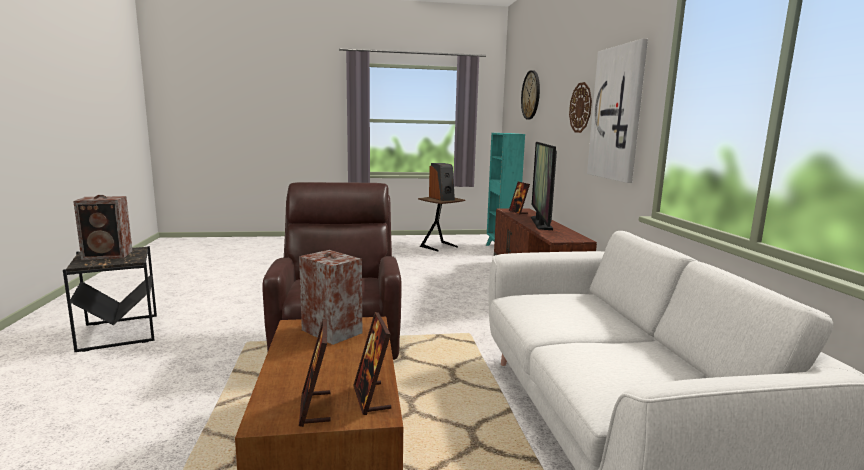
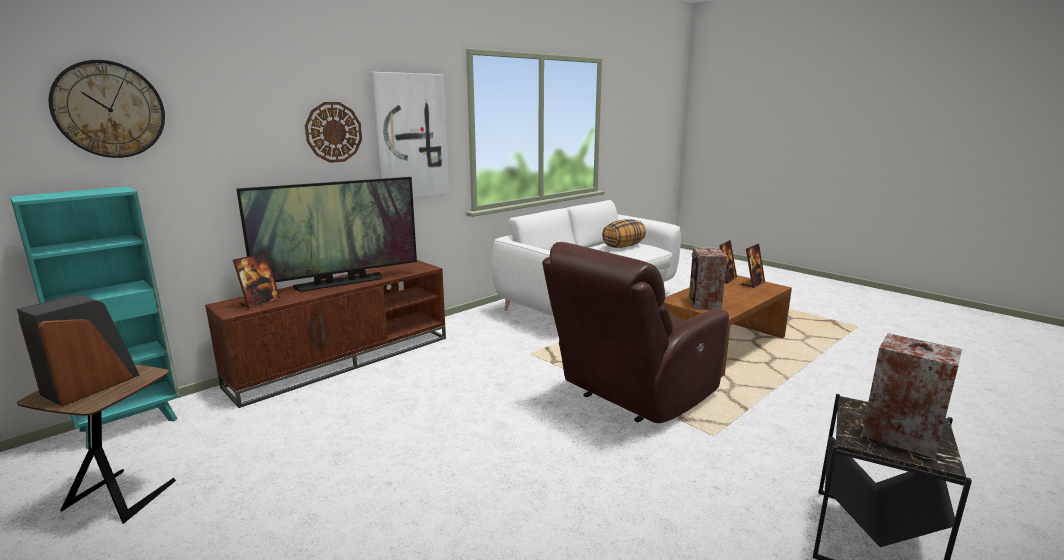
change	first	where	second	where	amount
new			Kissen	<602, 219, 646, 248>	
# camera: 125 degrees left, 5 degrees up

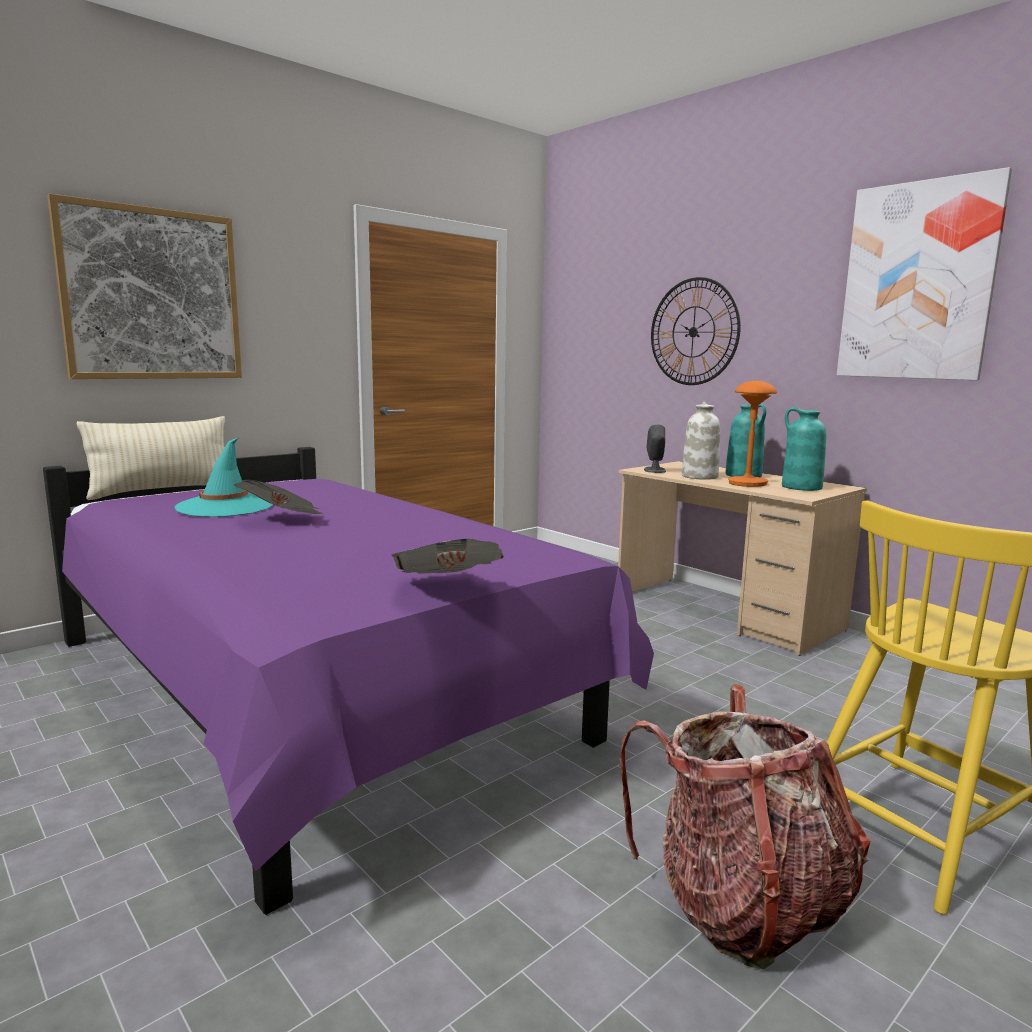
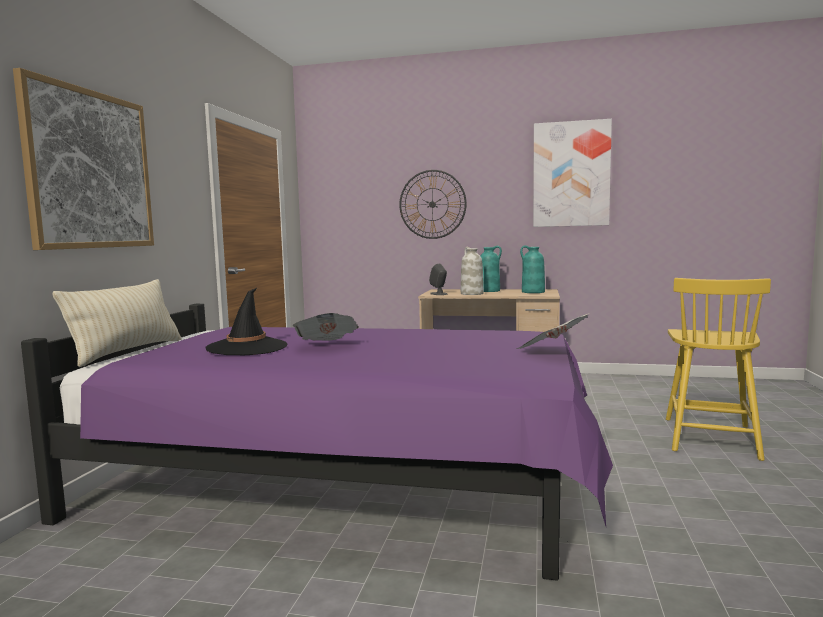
change	first	where	second	where	amount
repainted	Hut (türkis)	<175, 438, 273, 517>	Hut (schwarz)	<206, 287, 287, 355>	
gone	Rucksack	<620, 684, 870, 970>			
gone	Tischlampe (orange)	<728, 381, 777, 487>			
# camera: 35 degrees left, 5 degrees down

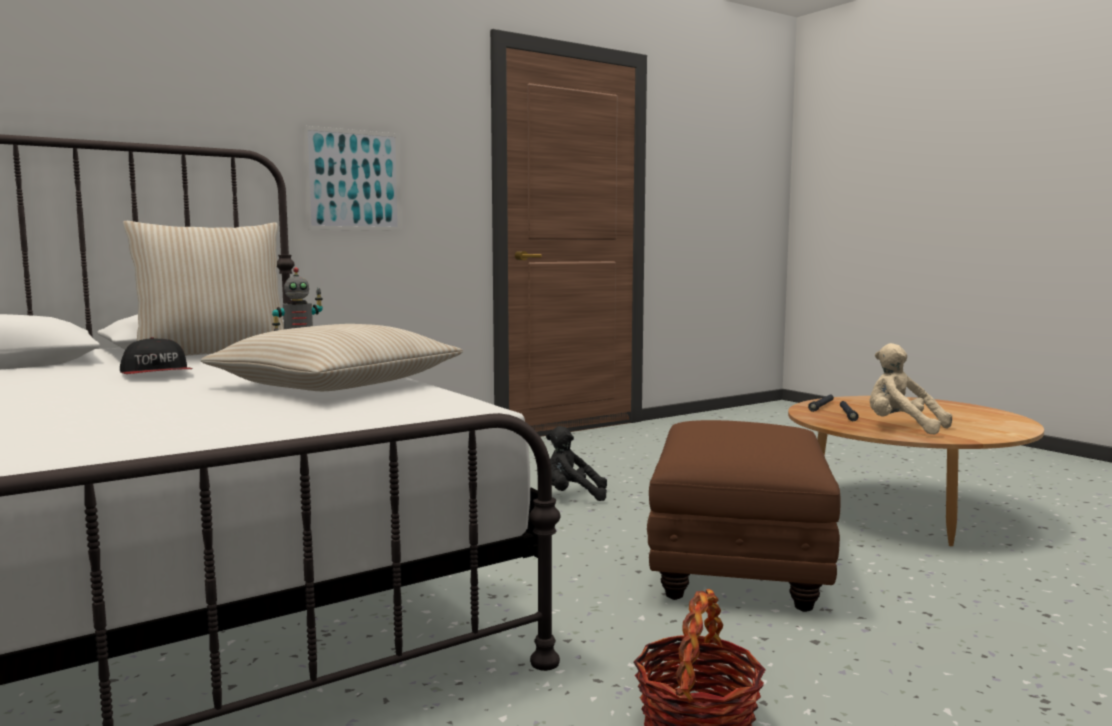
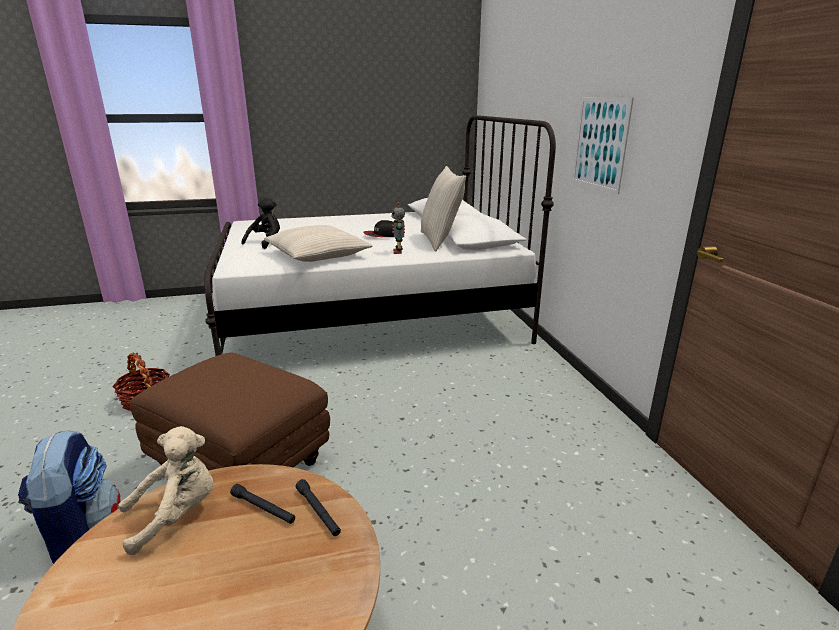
change	first	where	second	where	amount
new			Rucksack	<18, 431, 121, 564>	
shifted	Plüschtier (schwarz)	<546, 426, 607, 501>		<241, 198, 280, 249>	
# camera: 110 degrees right, 15 degrees up

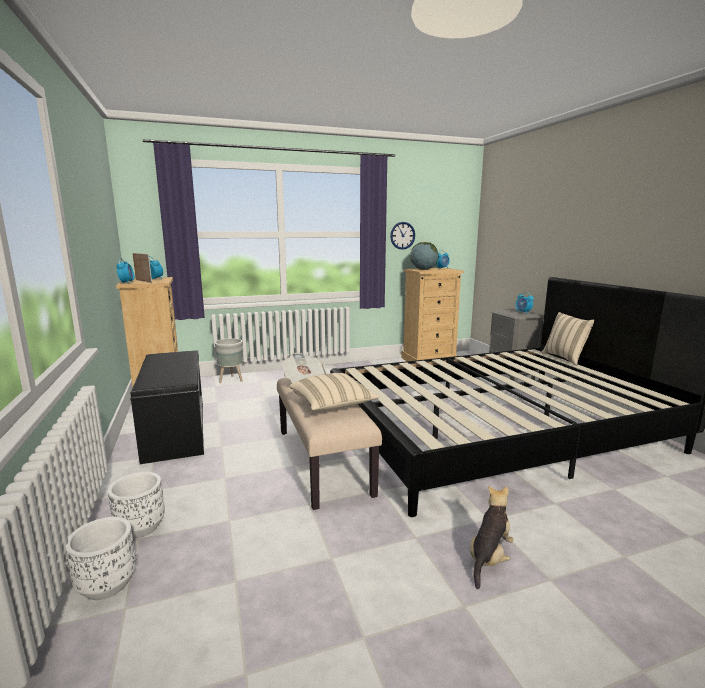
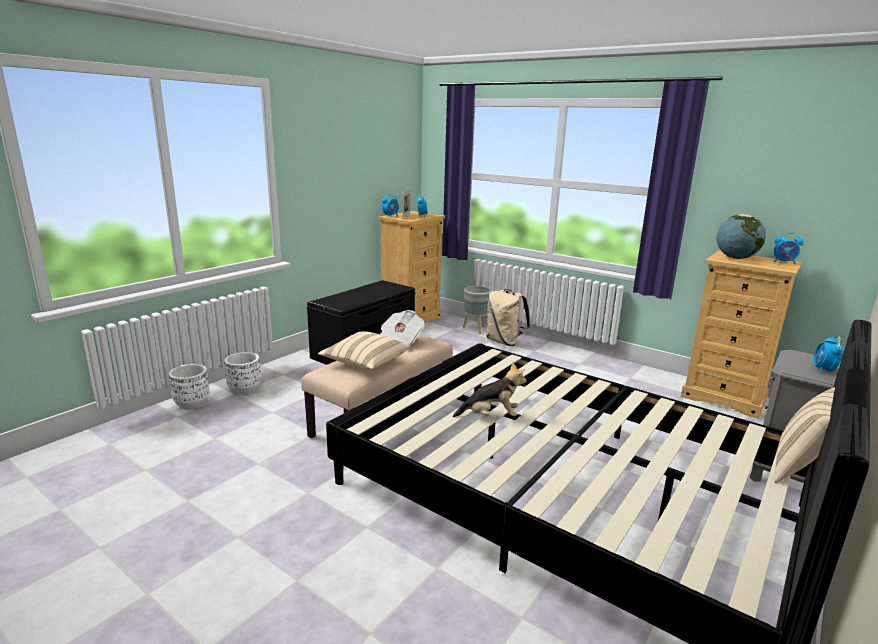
change	first	where	second	where	amount
shifted	Plüschtier	<470, 486, 514, 589>		<453, 362, 527, 417>	
new			Rucksack (beige)	<486, 289, 531, 346>	
gone	Wanduhr	<390, 222, 415, 250>			
# camera: 55 degrees right, 5 degrees up

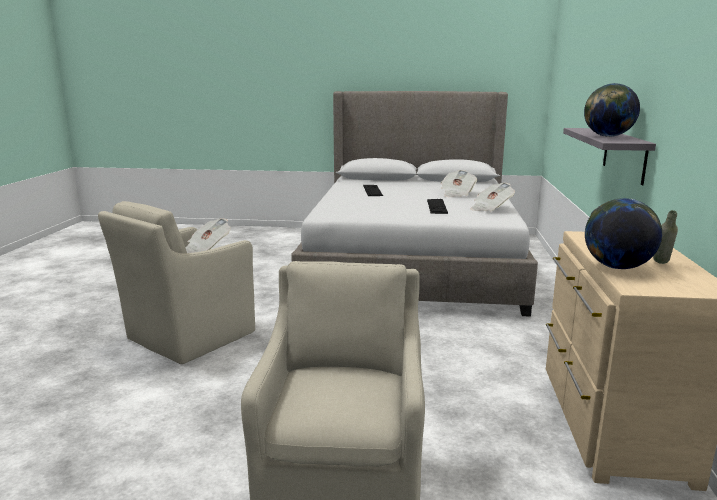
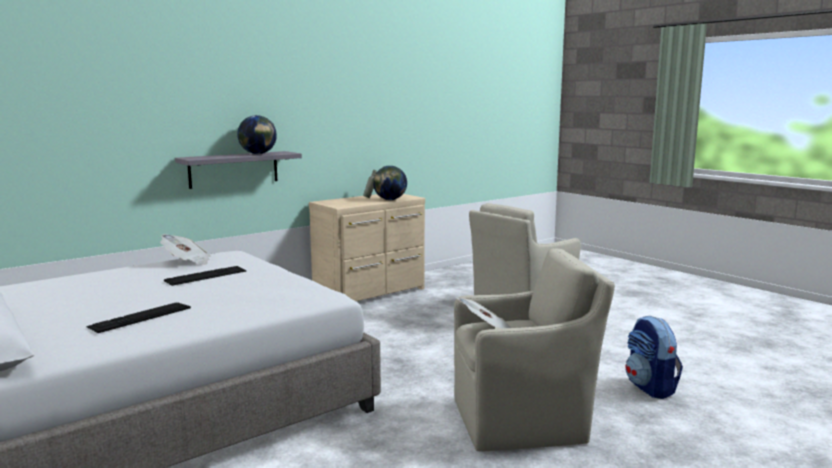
change	first	where	second	where	amount
new			Rucksack	<626, 316, 683, 399>	
gone	Zeitung	<441, 170, 477, 197>			
# camera: 135 degrees left, 5 degrees down

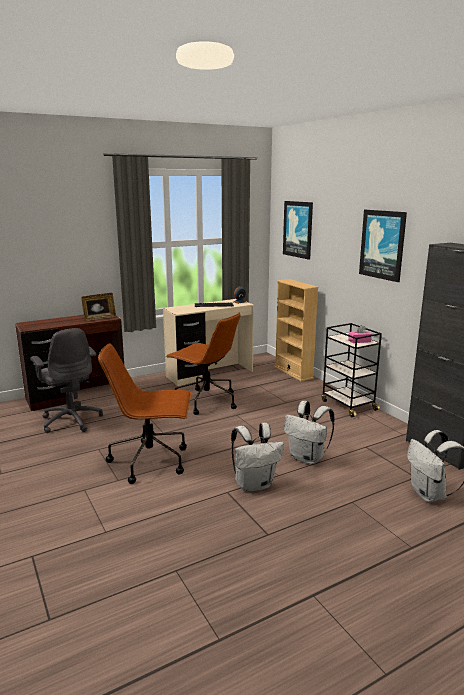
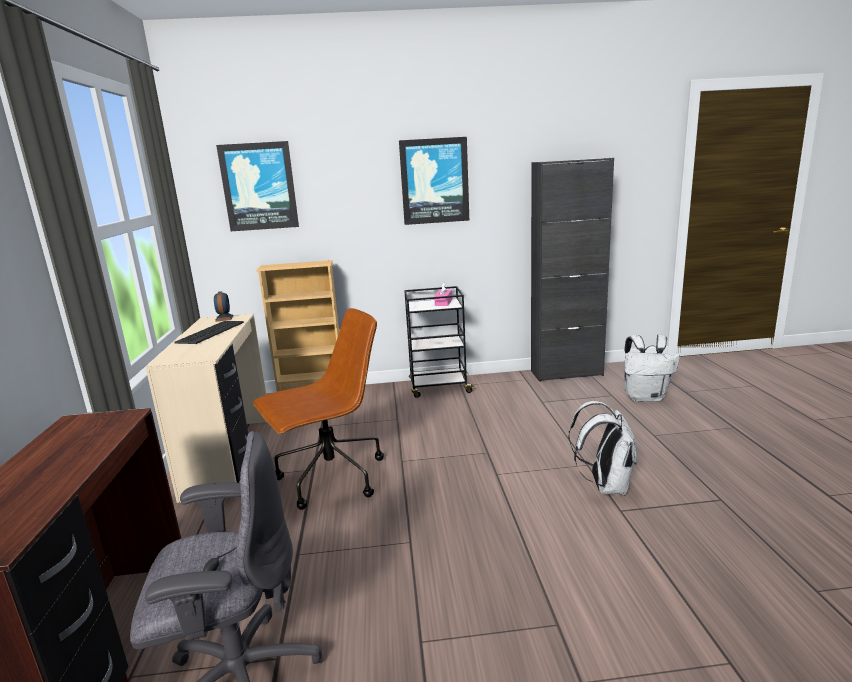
change	first	where	second	where	amount
gone	Bilderrahmen	<81, 293, 116, 321>			
gone	Bürostuhl (braun)	<98, 343, 191, 484>			
gone	Rucksack (weiß)	<284, 401, 335, 465>			
# camera: 65 degrees left, 0 degrees up

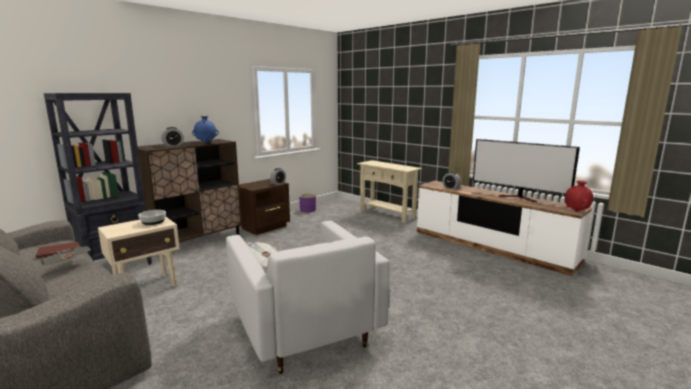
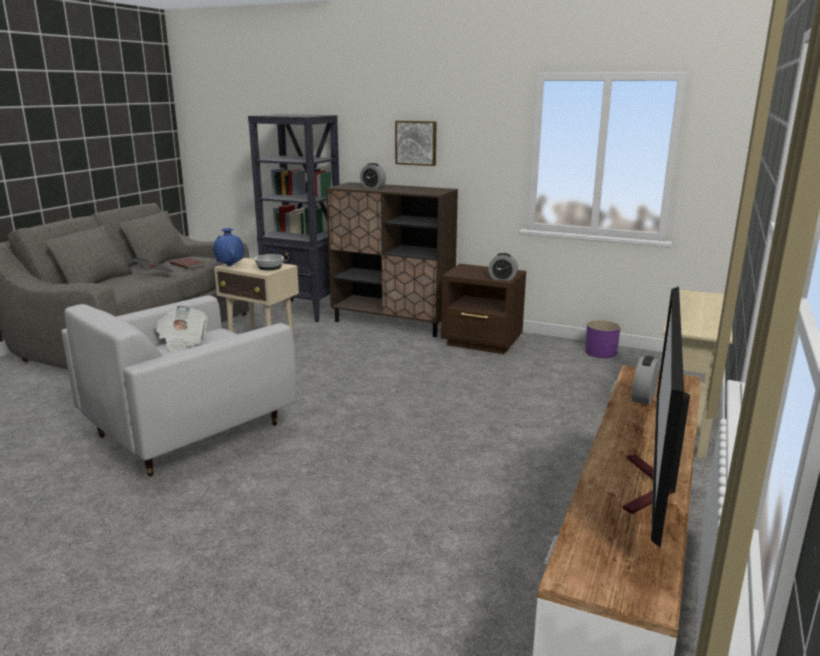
change	first	where	second	where	amount
shifted	Vase (blau)	<192, 116, 219, 143>		<213, 228, 244, 266>	
new			Bild	<395, 121, 437, 166>	
gone	Vase (rot)	<565, 181, 593, 212>			
# camera: 70 degrees right, 5 degrees up

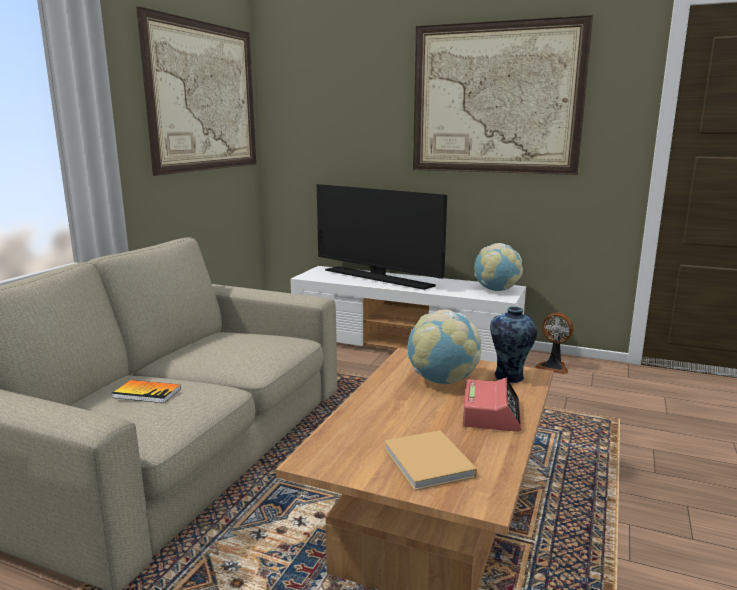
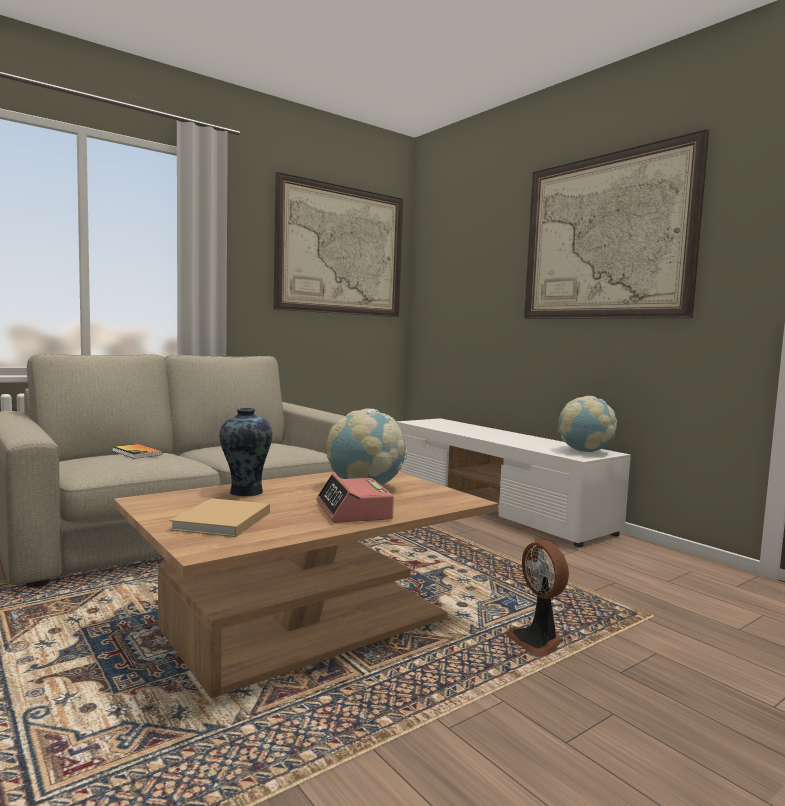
change	first	where	second	where	amount
shifted	Vase	<490, 306, 537, 383>		<219, 408, 272, 496>	
rotated	Wecker	<463, 378, 521, 432>		<316, 474, 394, 523>	120 degrees clockwise
shifted	Ventilator	<535, 313, 573, 374>		<504, 540, 569, 657>	
gone	Fernseher	<317, 184, 447, 290>			
# camera: 30 degrees right, 10 degrees down

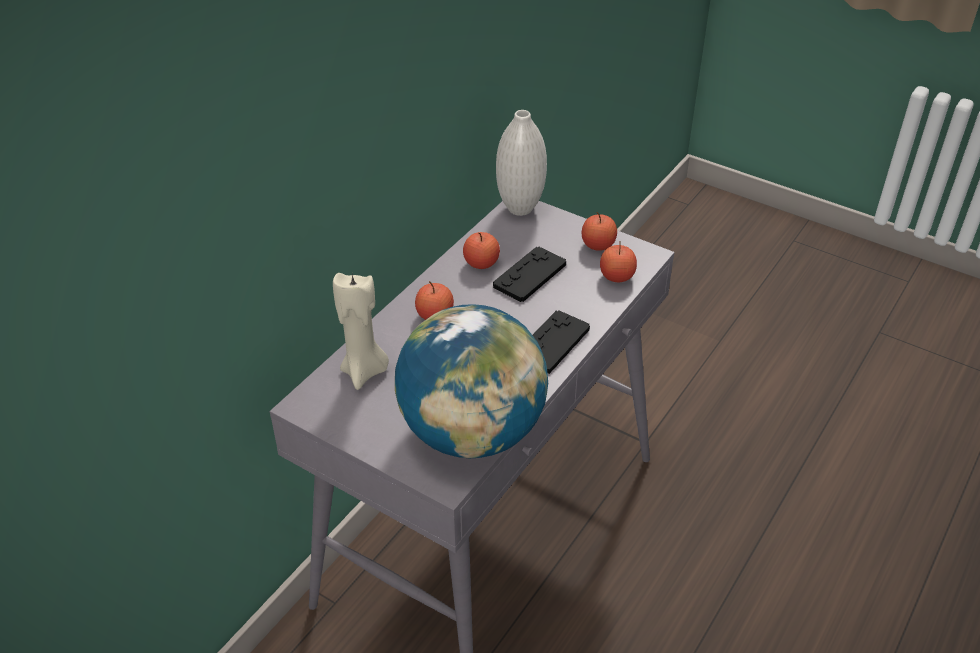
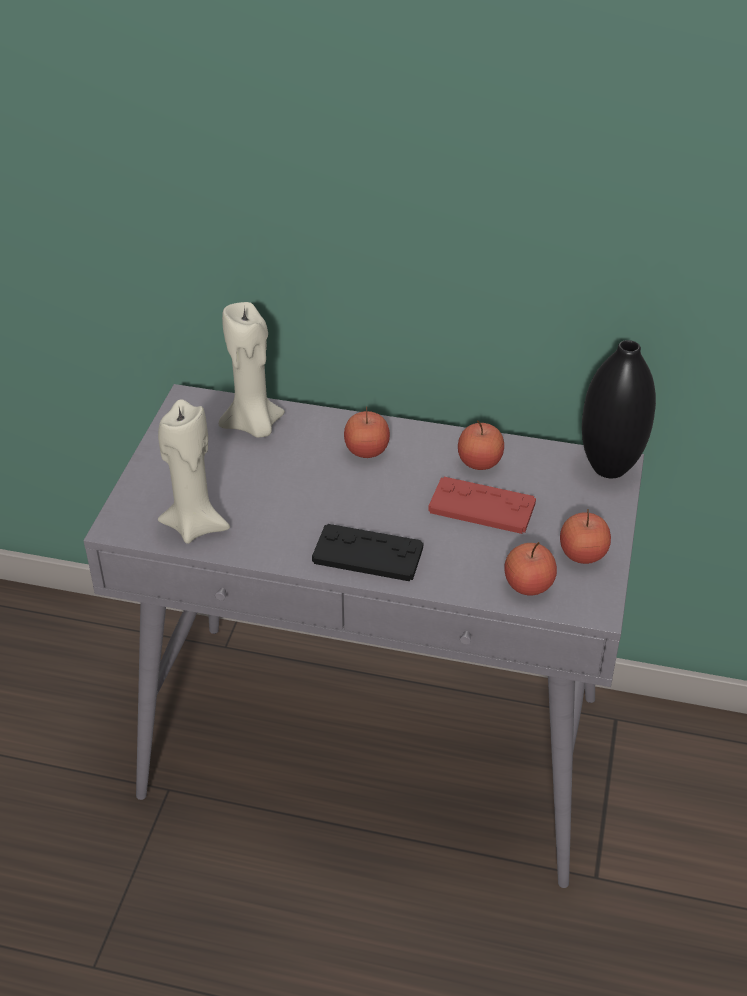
change	first	where	second	where	amount
swapped	Globus	<395, 304, 548, 458>	Kerze (beige)	<158, 399, 230, 544>	
repainted	Gamepad (schwarz)	<493, 247, 566, 302>	Gamepad (rot)	<428, 477, 536, 534>	
repainted	Vase (weiß)	<496, 110, 547, 216>	Vase (schwarz)	<582, 340, 656, 478>	
# camera: 70 degrees right, 0 degrees up

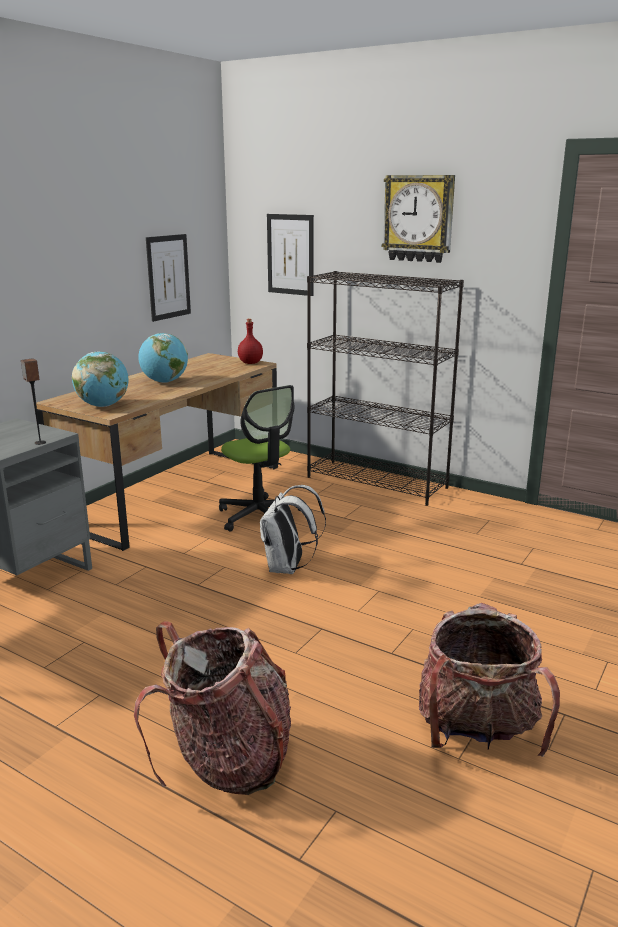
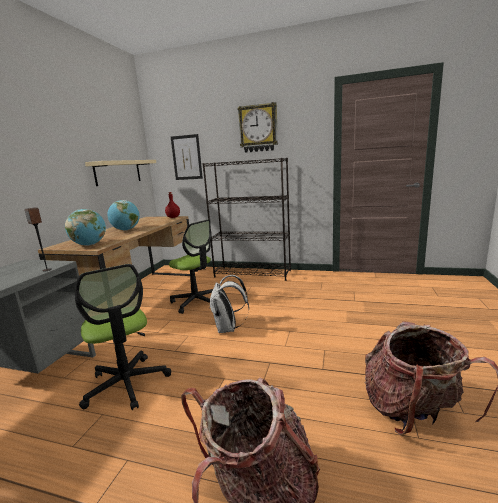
change	first	where	second	where	amount
new			Bürostuhl	<75, 264, 171, 410>	
swapped	Bild	<146, 234, 191, 322>	Wandregal (beige)	<85, 160, 156, 186>	
# camera: 15 degrees left, 5 degrees down

